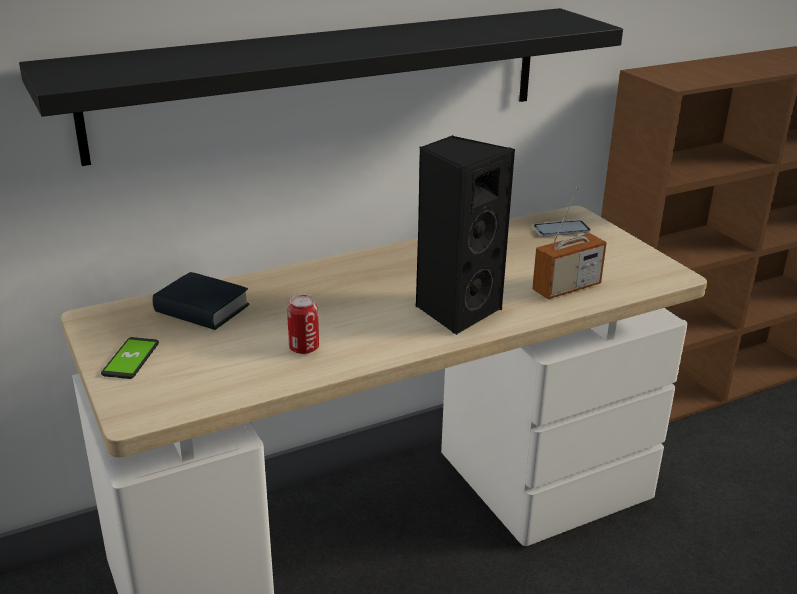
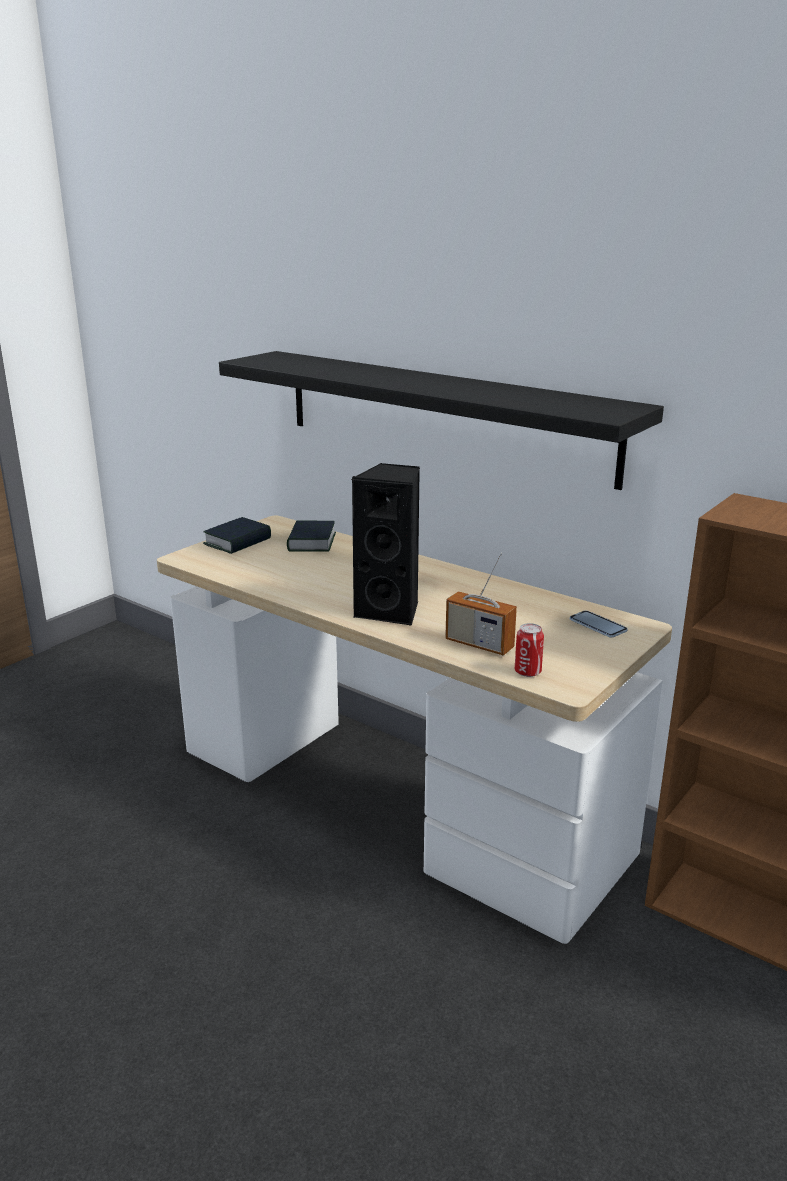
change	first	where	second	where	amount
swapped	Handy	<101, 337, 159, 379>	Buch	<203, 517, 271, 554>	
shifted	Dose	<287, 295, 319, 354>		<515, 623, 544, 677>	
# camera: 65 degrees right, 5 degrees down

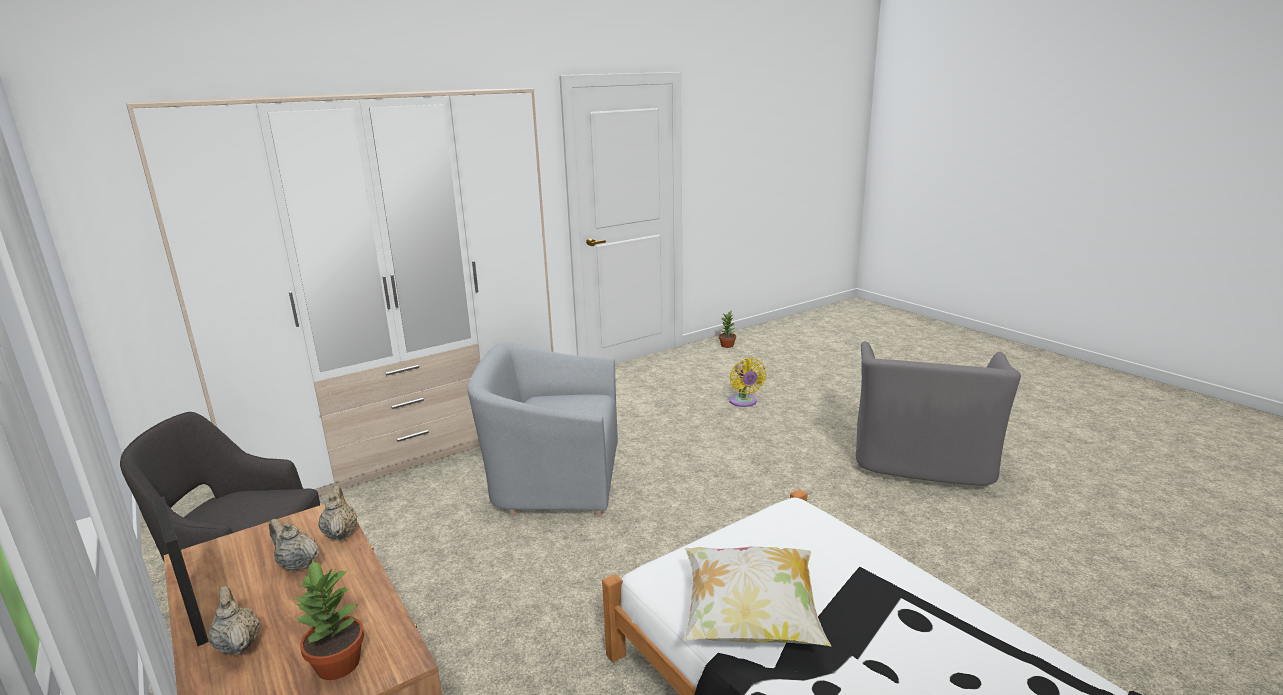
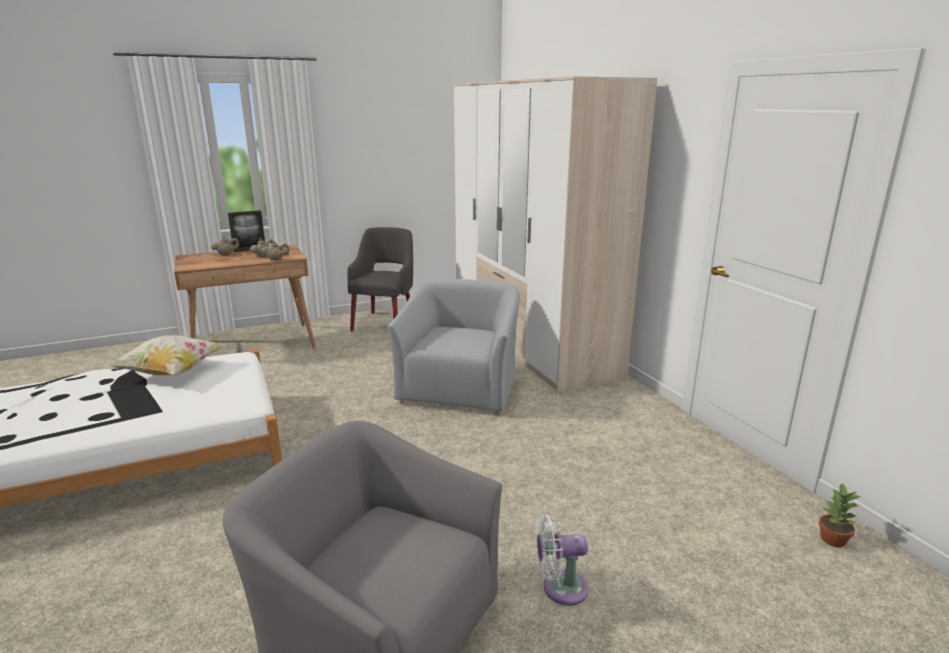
change	first	where	second	where	amount
new			Ventilator (weiß)	<536, 515, 589, 606>	
gone	Topfpflanze	<292, 559, 364, 680>			
gone	Ventilator (gelb)	<729, 358, 766, 407>			
# camera: 100 degrees right, 0 degrees up

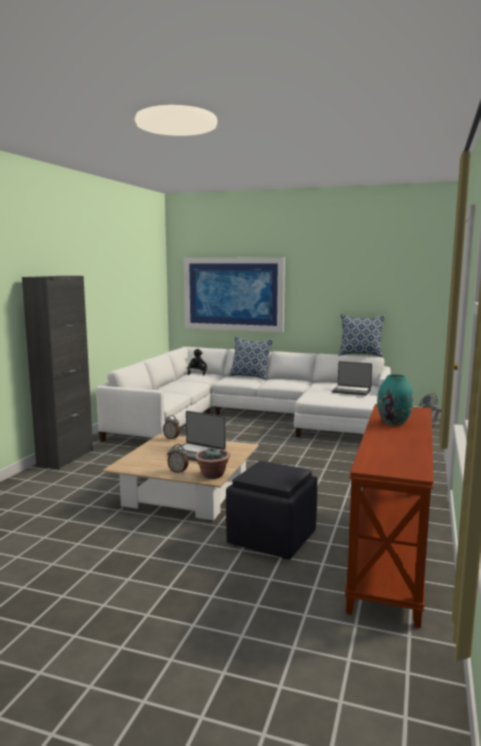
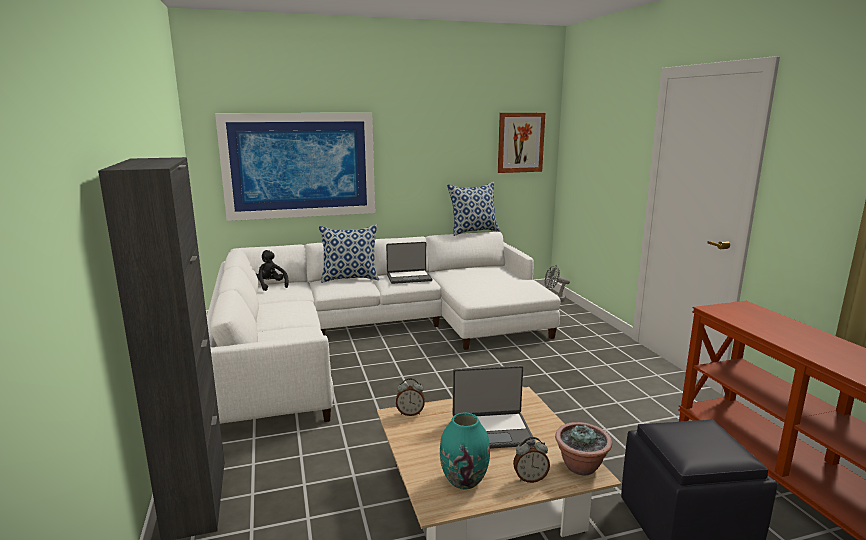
change	first	where	second	where	amount
shifted	Laptop	<332, 361, 372, 396>		<386, 242, 432, 284>	
shifted	Vase (türkis)	<377, 374, 413, 426>		<440, 413, 490, 490>	
new			Bild	<498, 113, 545, 173>	
# camera: 35 degrees left, 5 degrees up

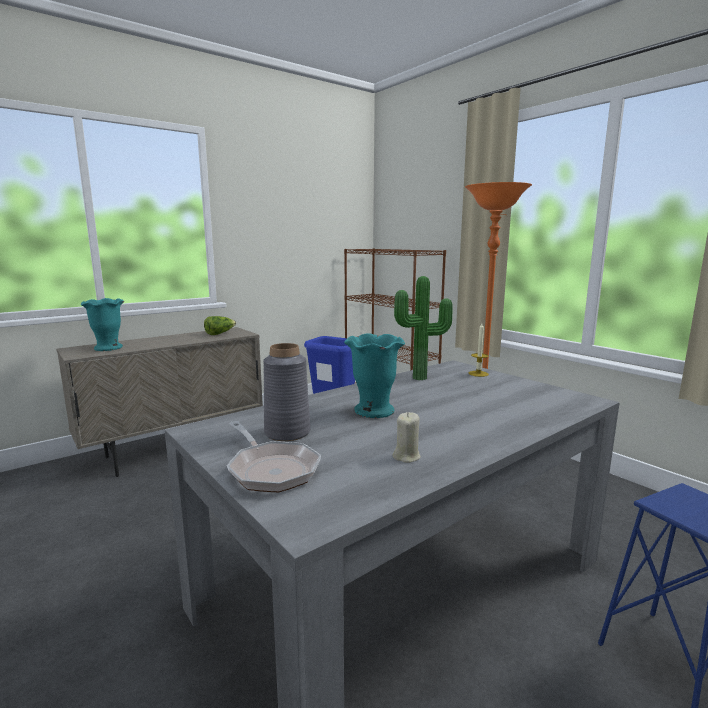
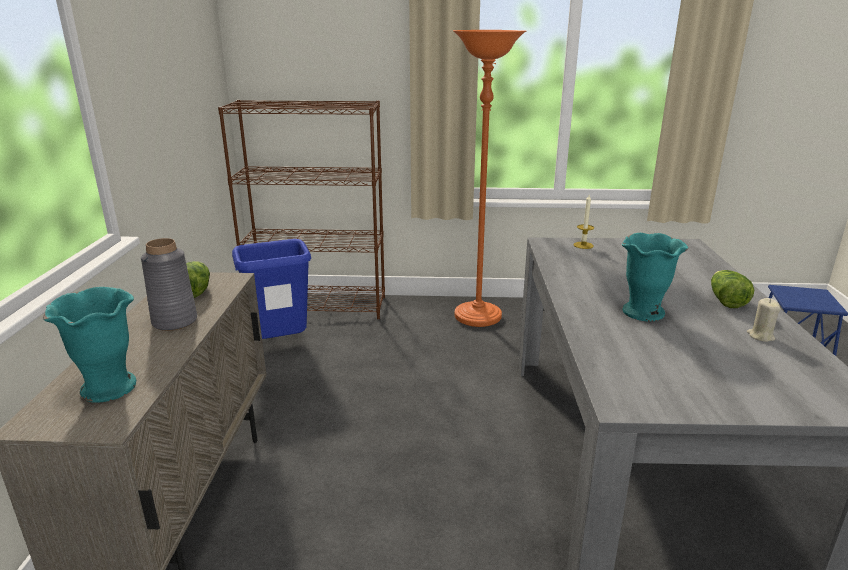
change	first	where	second	where	amount
shifted	Vase (grau)	<263, 343, 311, 441>		<141, 238, 197, 331>	
new			Salatkopf	<711, 270, 754, 308>	
gone	Pfanne	<227, 421, 321, 492>			
gone	Topfpflanze	<394, 276, 453, 380>			
# camera: 50 degrees left, 10 degrees up

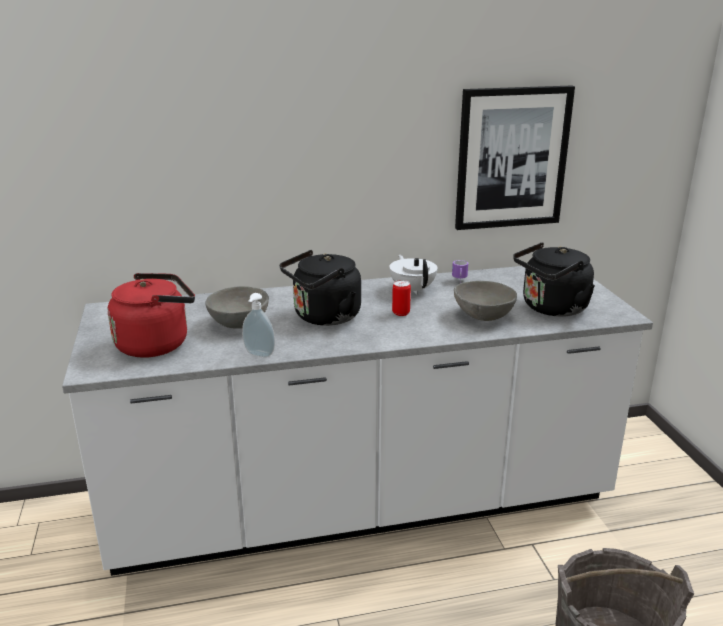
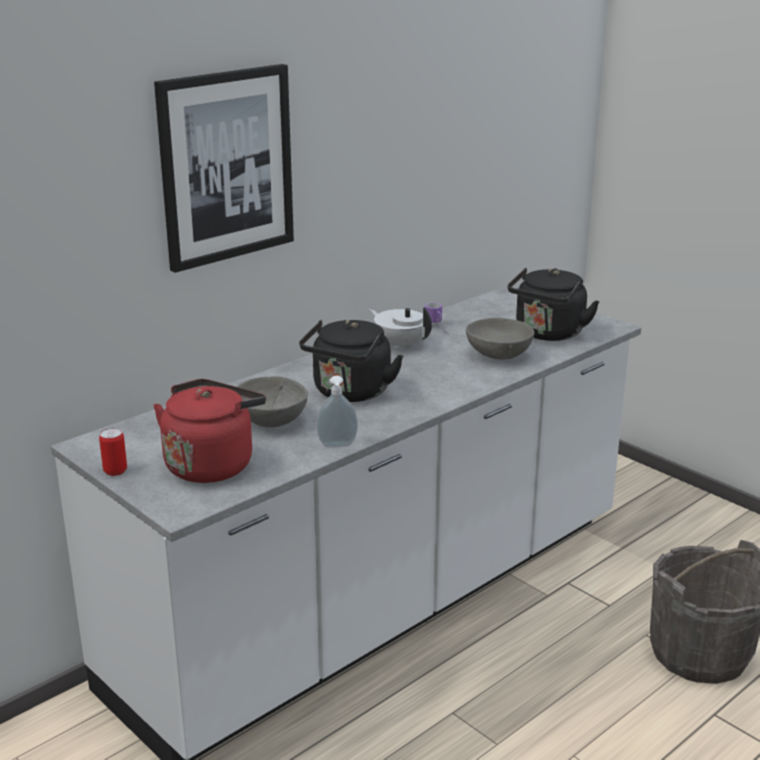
change	first	where	second	where	amount
shifted	Dose	<392, 280, 411, 316>		<99, 428, 127, 476>	
shifted	Bild	<455, 85, 575, 230>		<154, 64, 294, 273>	
# camera: 30 degrees left, 0 degrees up

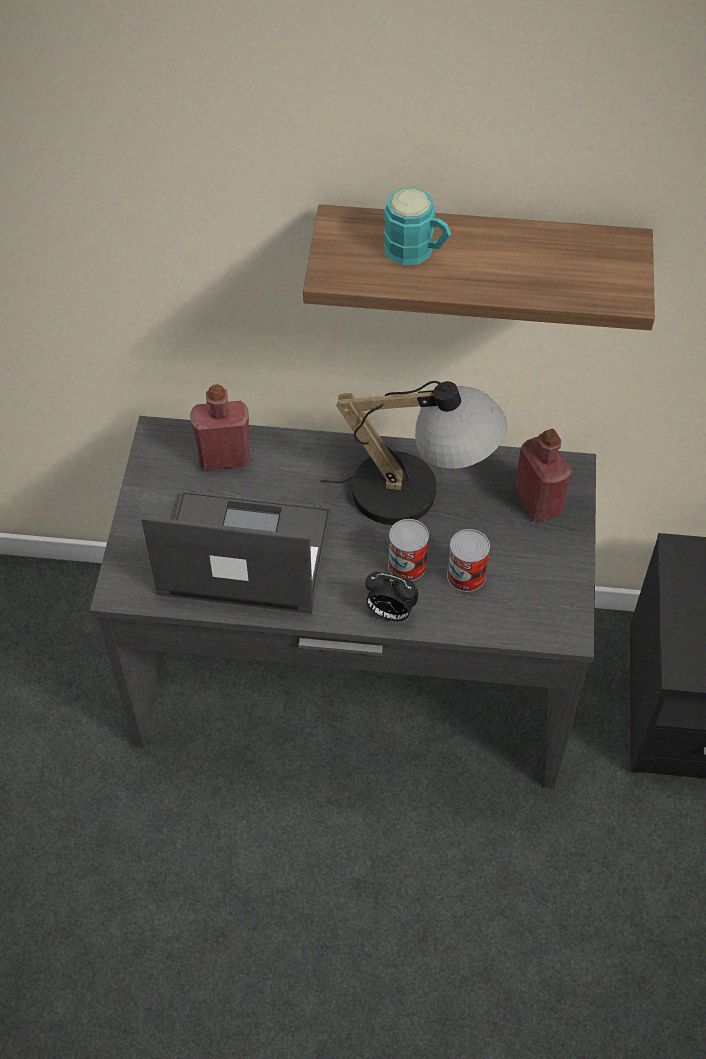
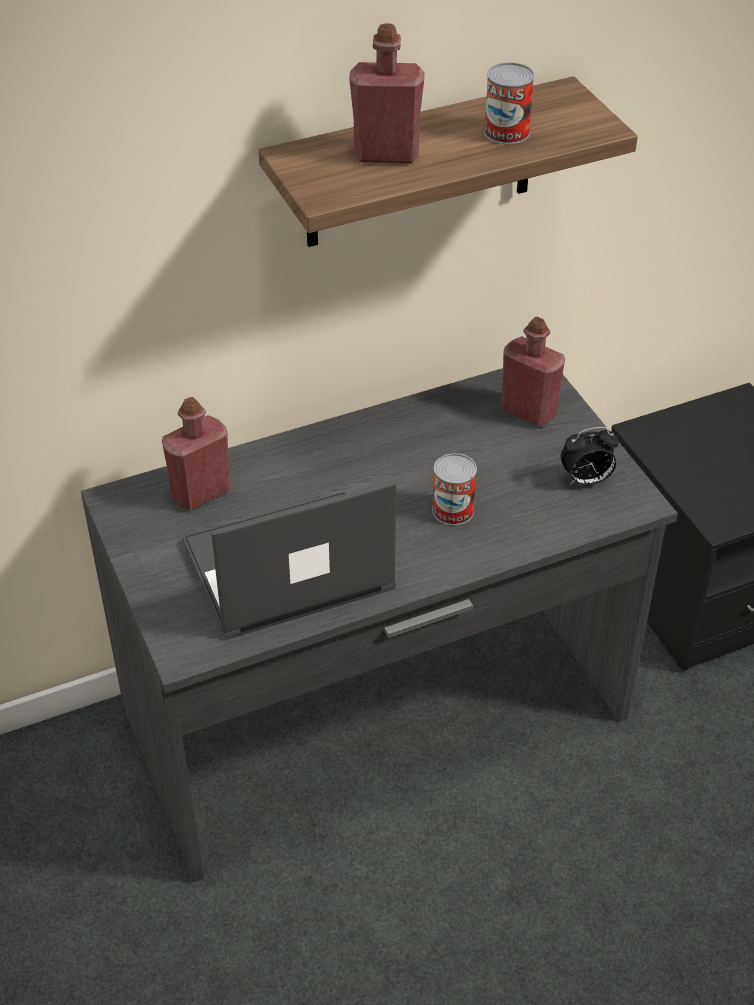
change	first	where	second	where	amount
swapped	Henkelbecher (türkis)	<383, 188, 451, 265>	Flasche (rot)	<349, 24, 424, 163>	
shifted	Dose	<447, 529, 490, 592>		<484, 62, 535, 144>	
shifted	Wecker	<365, 572, 419, 621>		<561, 427, 619, 485>	
gone	Tischlampe	<320, 381, 507, 525>			
# camera: 30 degrees left, 10 degrees down

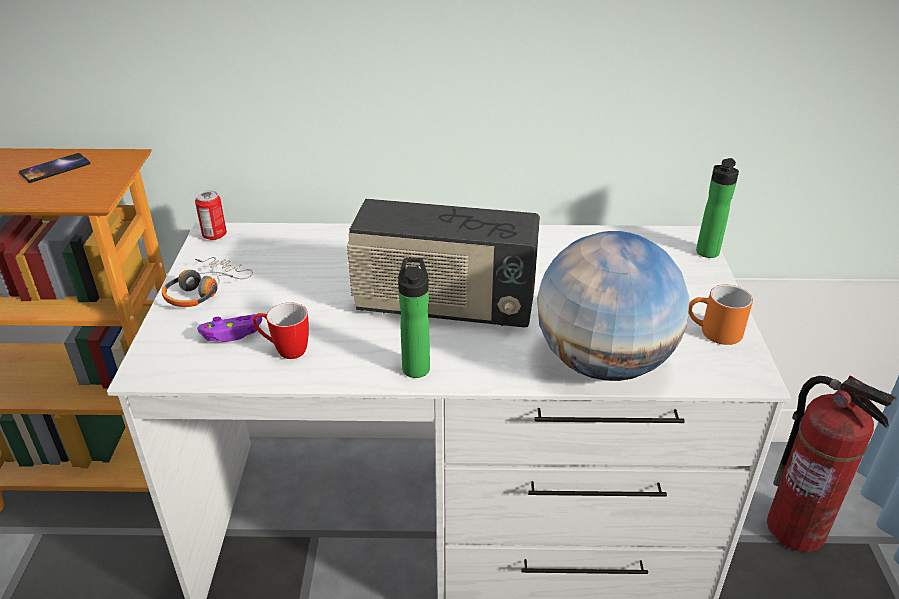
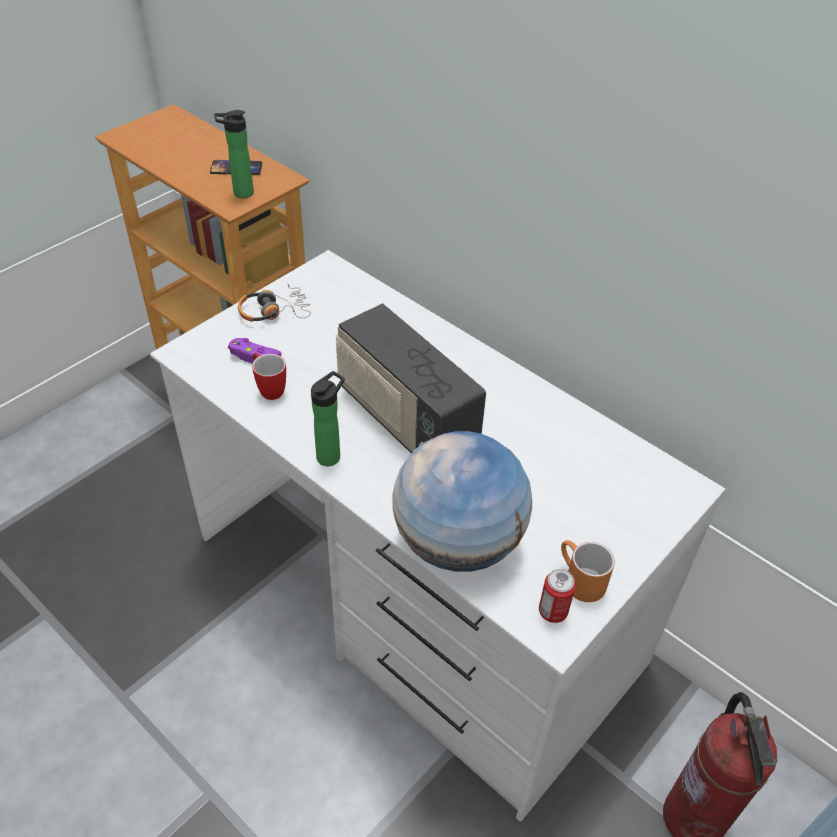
change	first	where	second	where	amount
shifted	Flasche	<696, 158, 739, 258>		<214, 110, 254, 198>	
shifted	Dose	<195, 190, 227, 240>		<539, 569, 576, 623>	
# camera: 40 degrees right, 10 degrees up

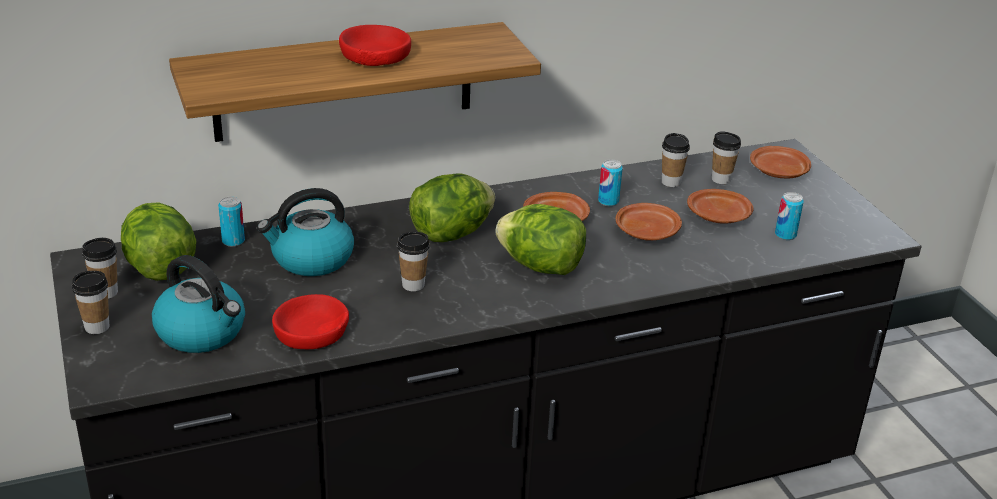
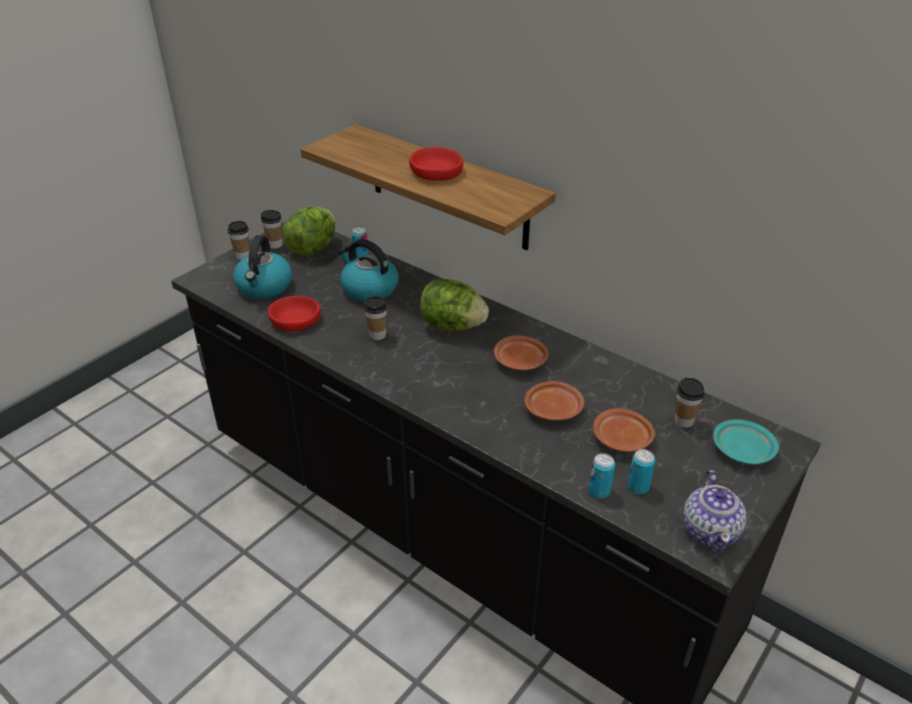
change	first	where	second	where	amount
shifted	Dose	<598, 159, 623, 206>		<589, 453, 615, 499>	
new			Teekanne	<683, 470, 746, 552>	
repainted	Teller (braun)	<750, 146, 811, 178>	Teller (türkis)	<713, 419, 779, 465>	
gone	Salatkopf	<495, 204, 586, 275>			
gone	Tasse	<662, 133, 690, 187>			
# camera: 60 degrees right, 5 degrees up

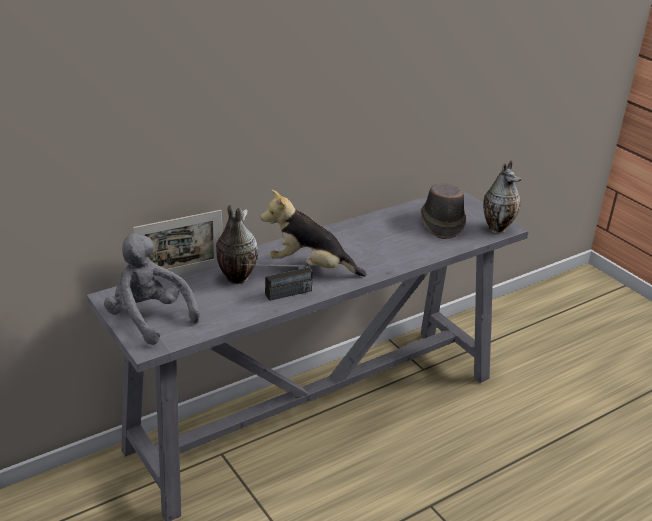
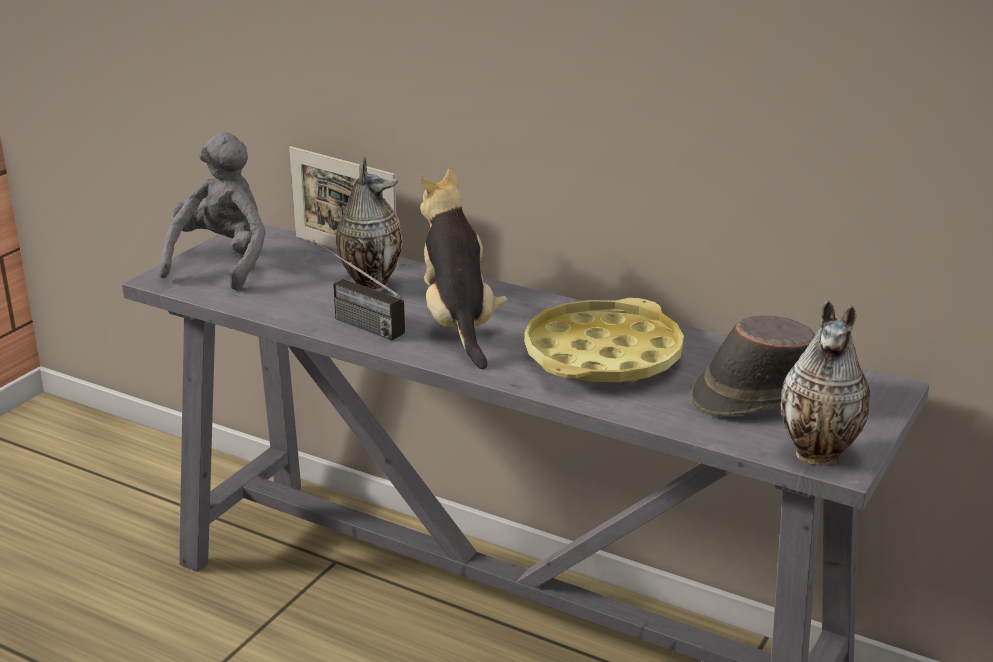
change	first	where	second	where	amount
new			Tablett (gelb)	<524, 298, 684, 382>	
# camera: 65 degrees right, 5 degrees down

